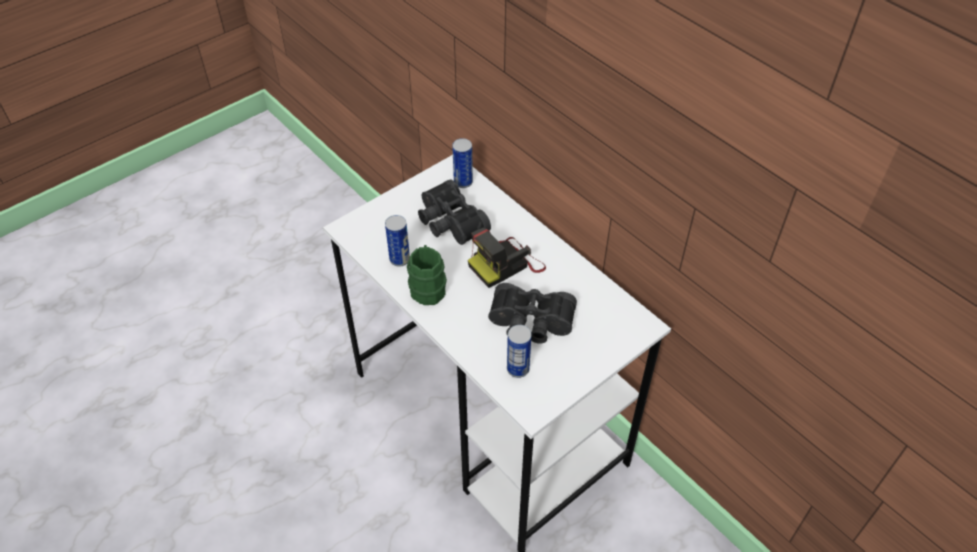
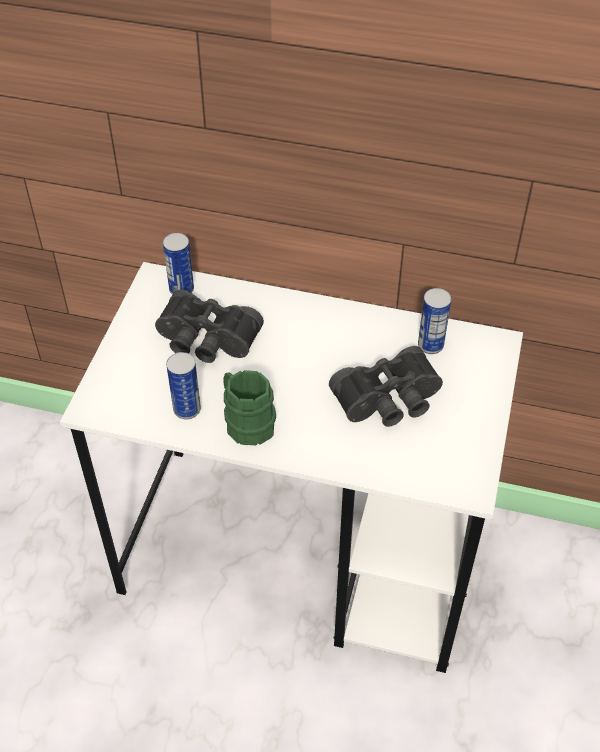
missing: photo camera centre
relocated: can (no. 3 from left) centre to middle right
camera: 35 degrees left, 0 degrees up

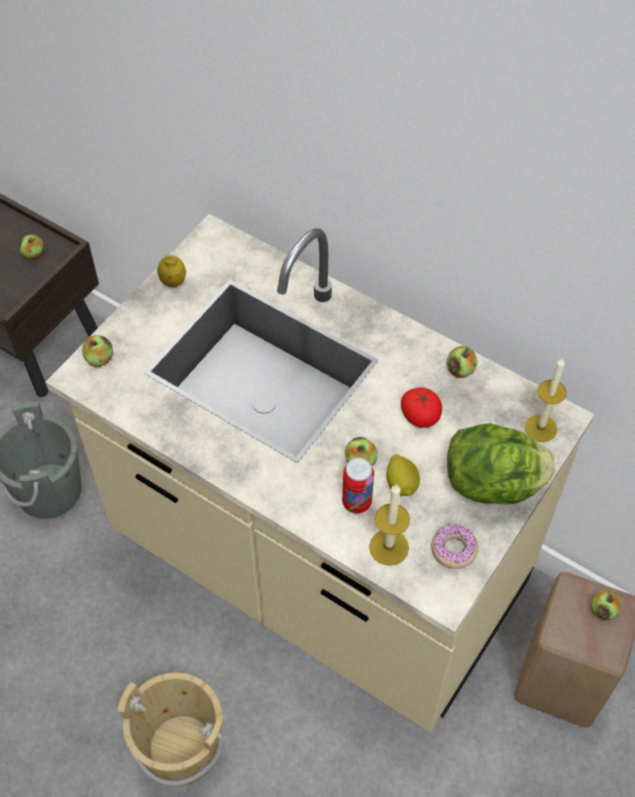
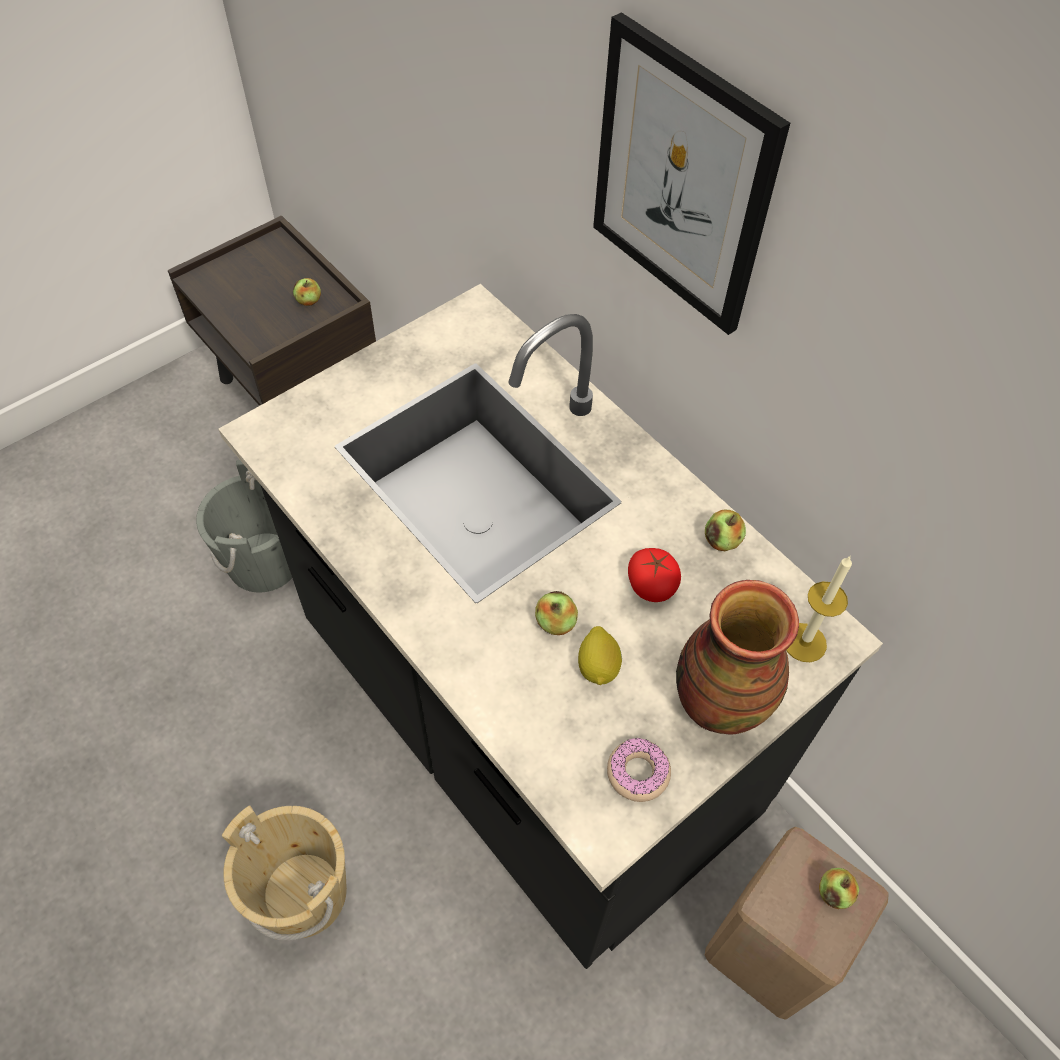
missing: apple (no. 2 from left) middle left; lemon (no. 1 from left) middle left; can centre; candle (no. 1 from left) centre
appeared: picture top centre
exchanged: lettuce middle right to vase middle right
colour: counter (beige) centre to counter (black) centre
camera: 15 degrees right, 0 degrees up

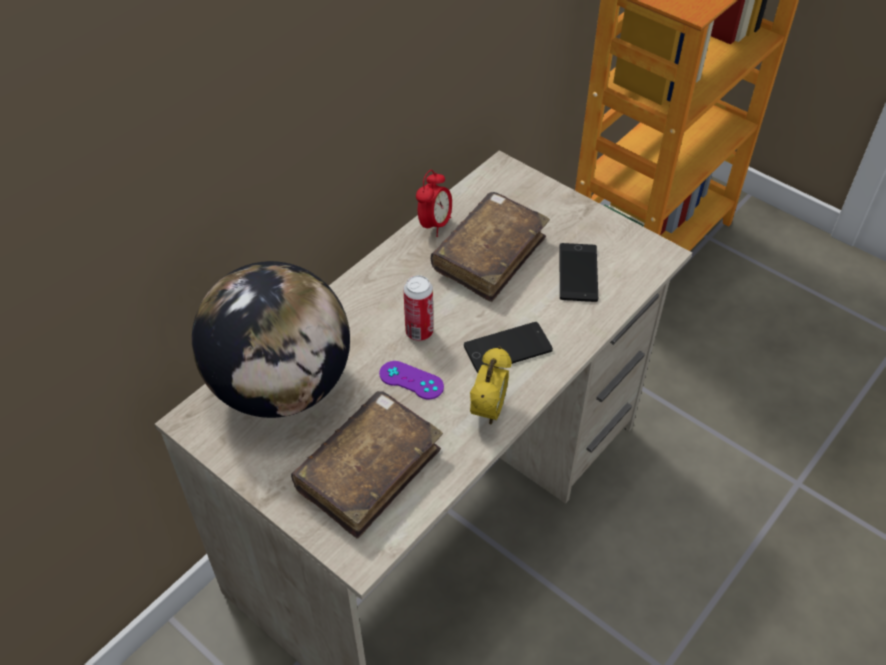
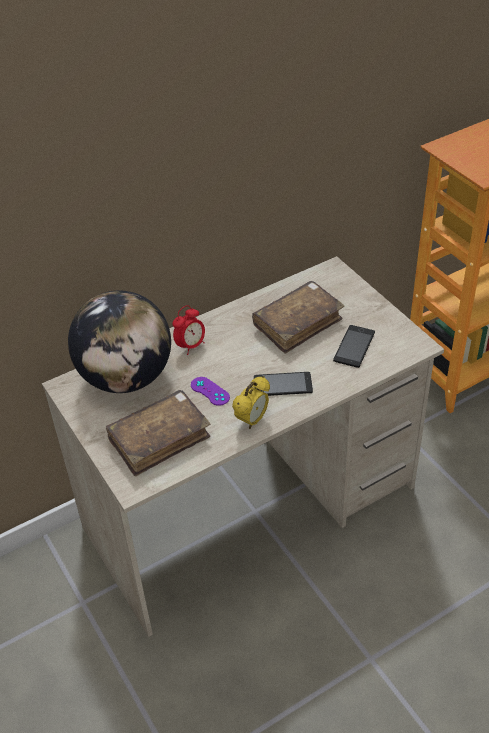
missing: can centre
relocated: alarm clock (no. 1 from left) top centre to centre
camera: 20 degrees right, 5 degrees down

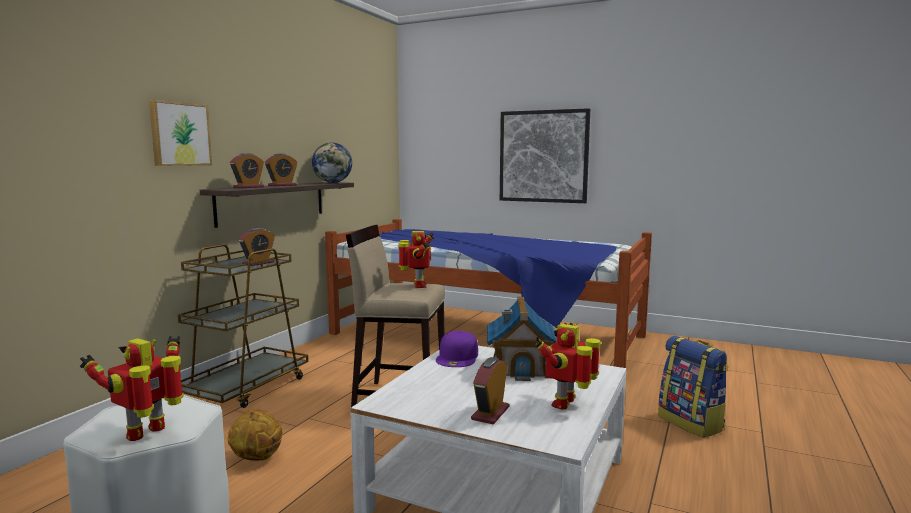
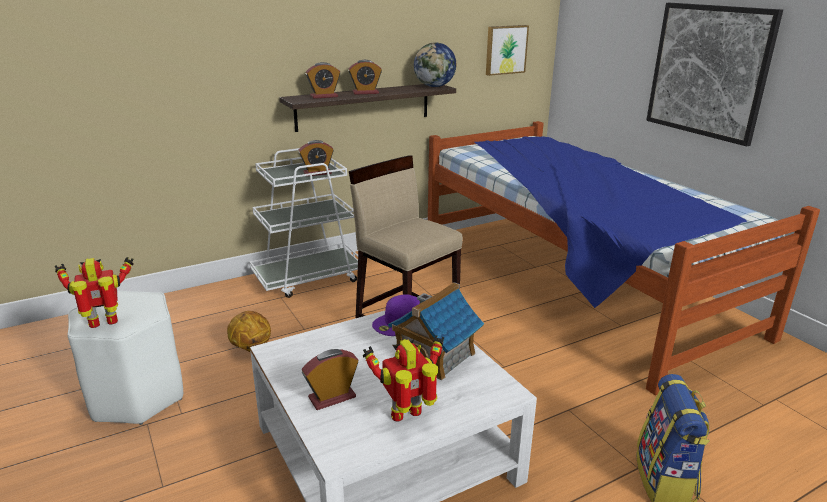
missing: toy robot (no. 2 from left) centre
relocated: picture (no. 1 from left) top left to top centre
colour: cart (brown) middle left to cart (white) centre
camera: 35 degrees right, 15 degrees up

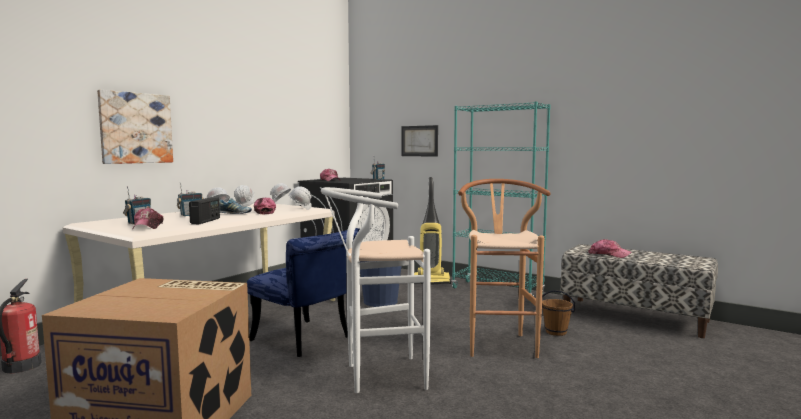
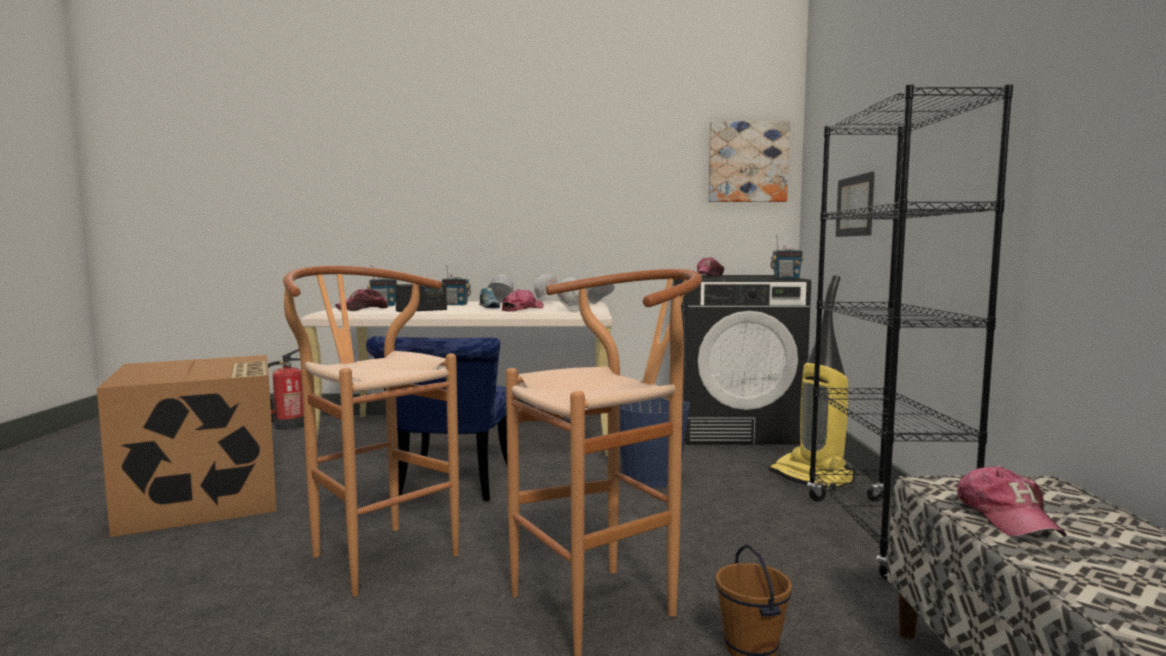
relocated: picture (no. 1 from left) top left to top centre
colour: stool (white) bottom centre to stool (brown) (no. 1 from left) middle left; bookcase (turquoise) centre to bookcase (black) middle right
camera: 55 degrees right, 0 degrees up

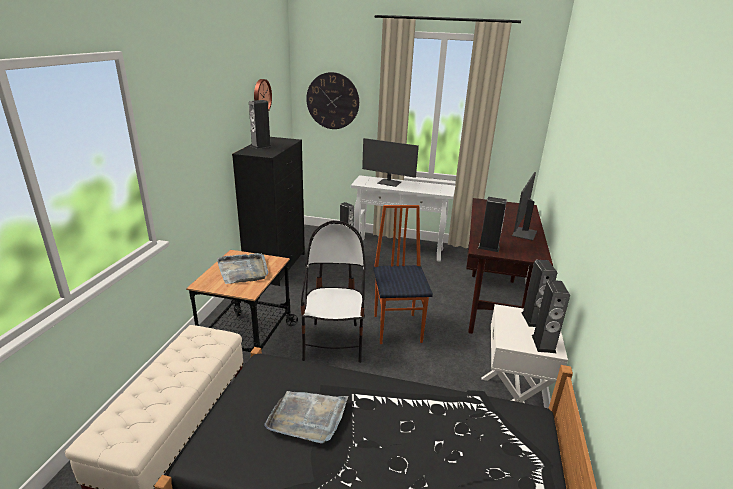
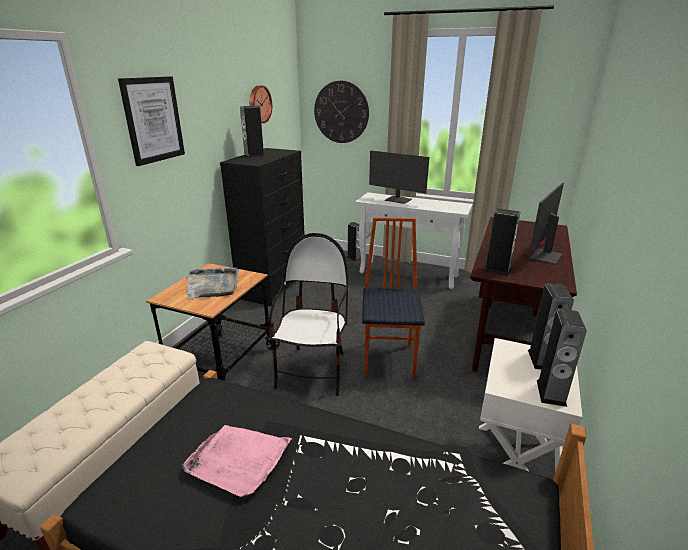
appeared: picture top left
colour: tray (grey) (no. 2 from left) bottom centre to tray (pink) bottom centre
camera: 10 degrees right, 0 degrees up

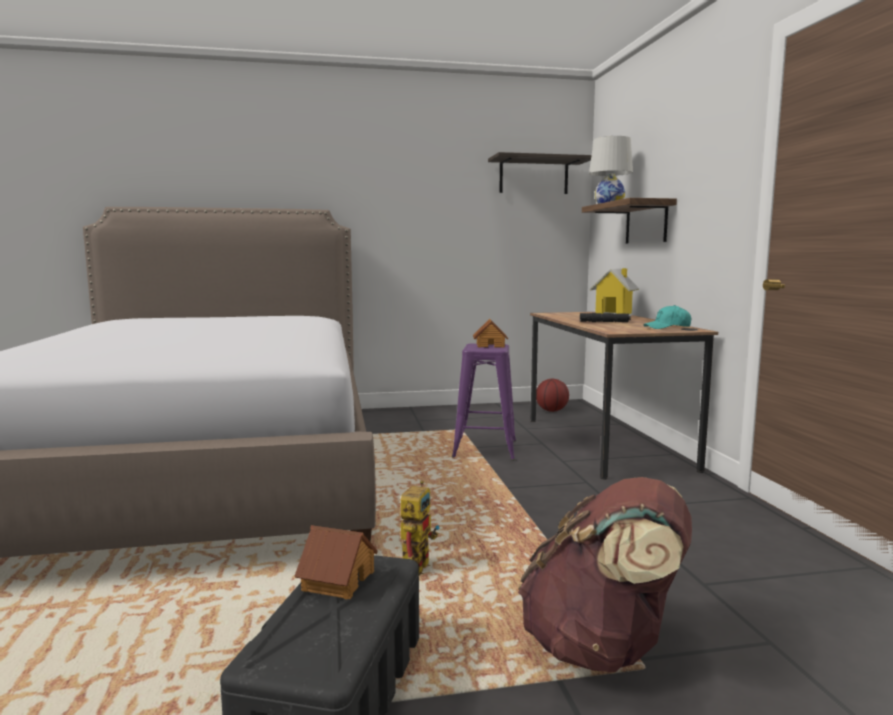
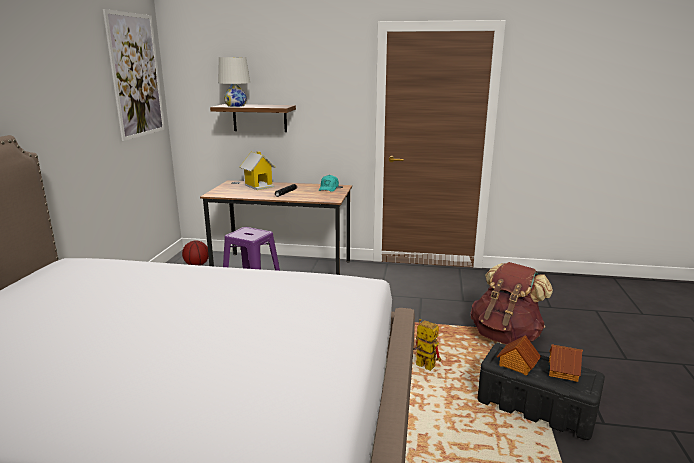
relocated: toy house (no. 2 from left in the first image) centre to toy house (no. 3 from left) bottom right
exchanged: shelf (no. 1 from left) top centre to picture top left
camera: 70 degrees left, 10 degrees up

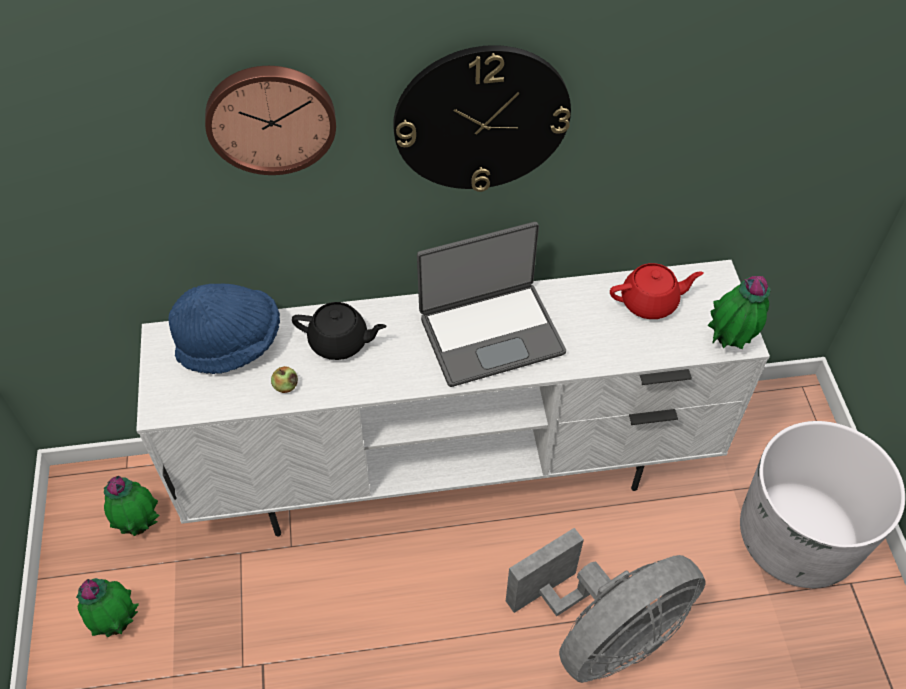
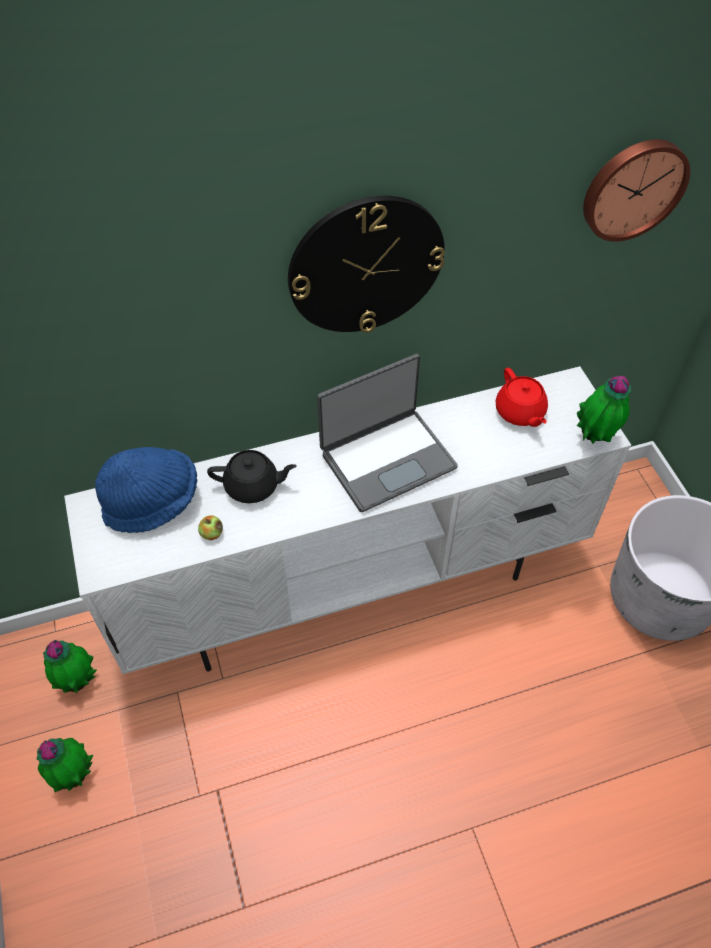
missing: fan (grey) bottom right
relocated: wall clock (no. 1 from left in the first image) top left to wall clock (no. 2 from left) top right
spun: teapot (red) middle right = middle right 90 degrees clockwise
camera: 10 degrees left, 0 degrees up

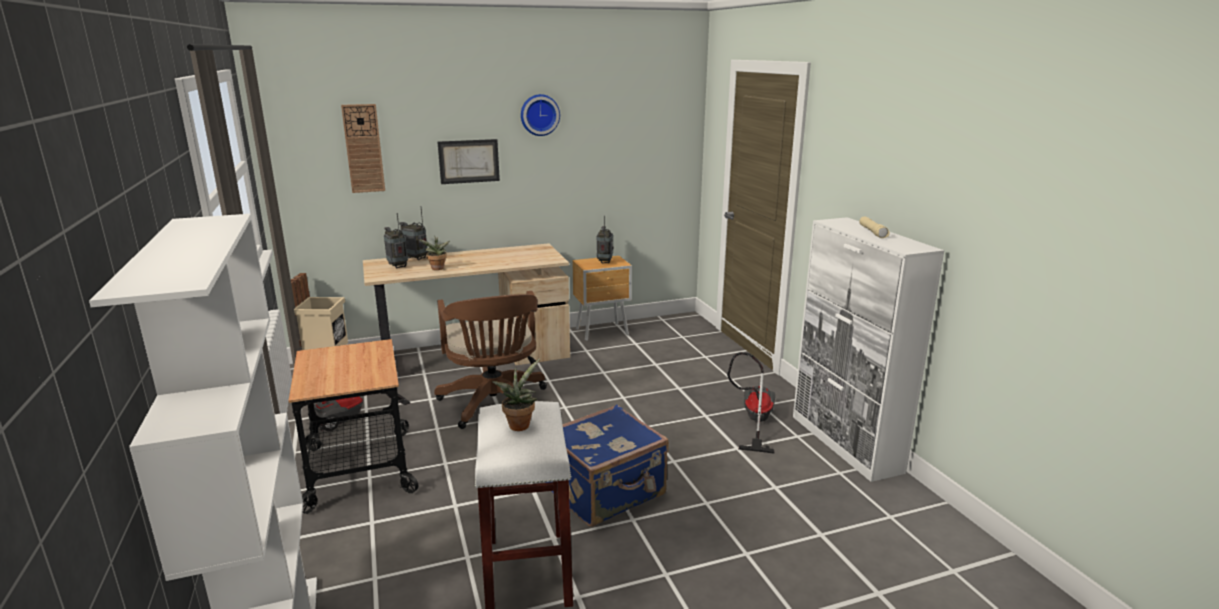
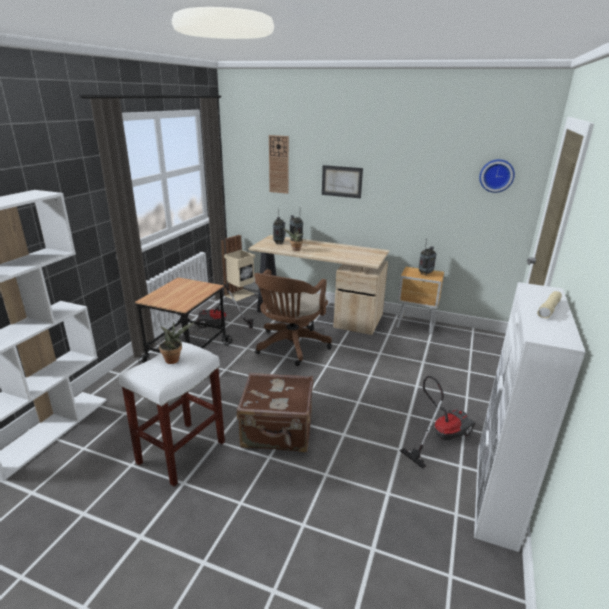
relocated: wall clock (no. 2 from left) top centre to top right
colour: suitcase (blue) bottom centre to suitcase (brown) bottom centre
camera: 40 degrees right, 5 degrees up

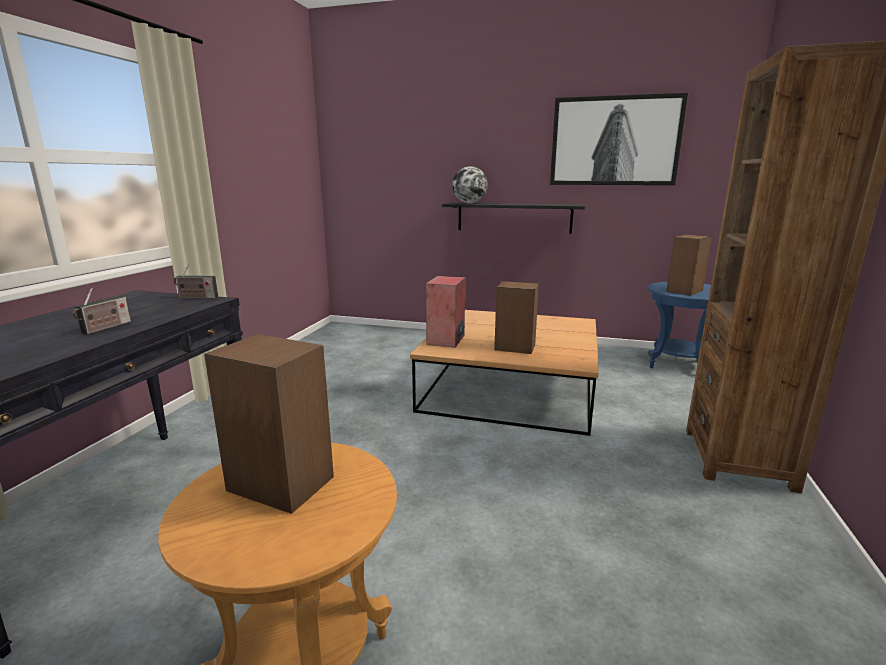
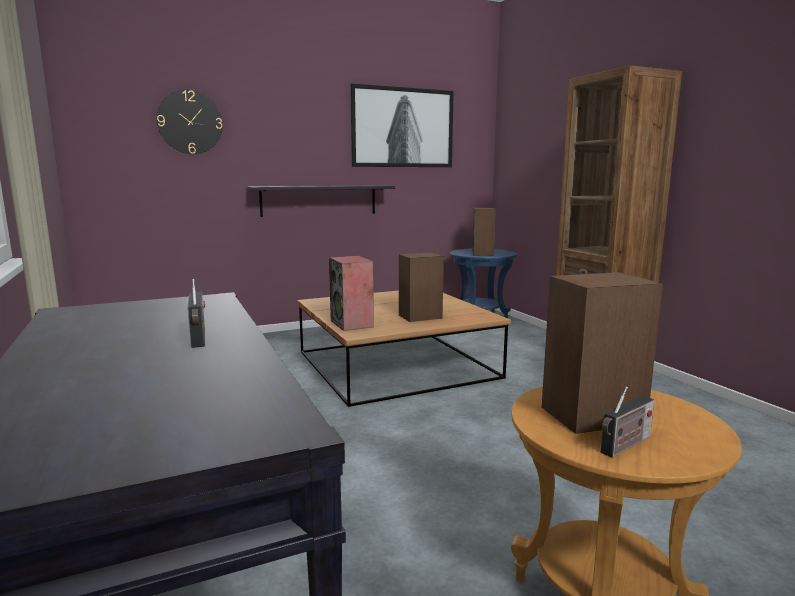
missing: globe top centre
appeared: wall clock top left
relocated: radio (no. 2 from left) middle left to bottom right
camera: 40 degrees left, 5 degrees down

